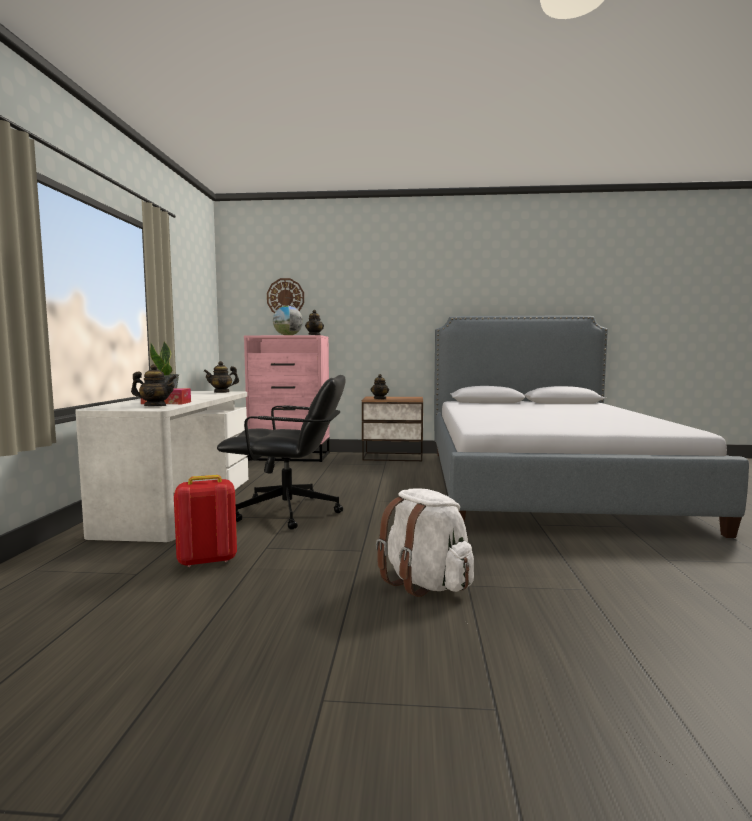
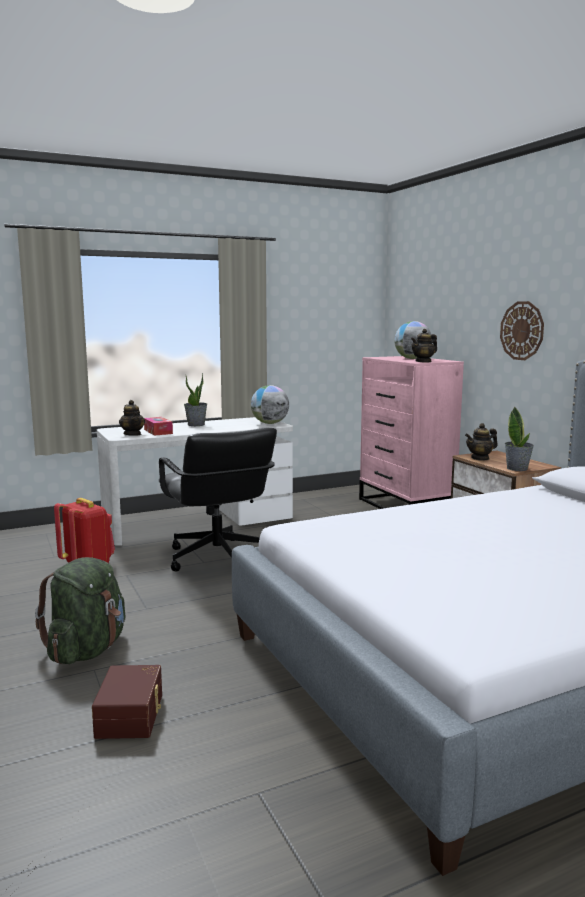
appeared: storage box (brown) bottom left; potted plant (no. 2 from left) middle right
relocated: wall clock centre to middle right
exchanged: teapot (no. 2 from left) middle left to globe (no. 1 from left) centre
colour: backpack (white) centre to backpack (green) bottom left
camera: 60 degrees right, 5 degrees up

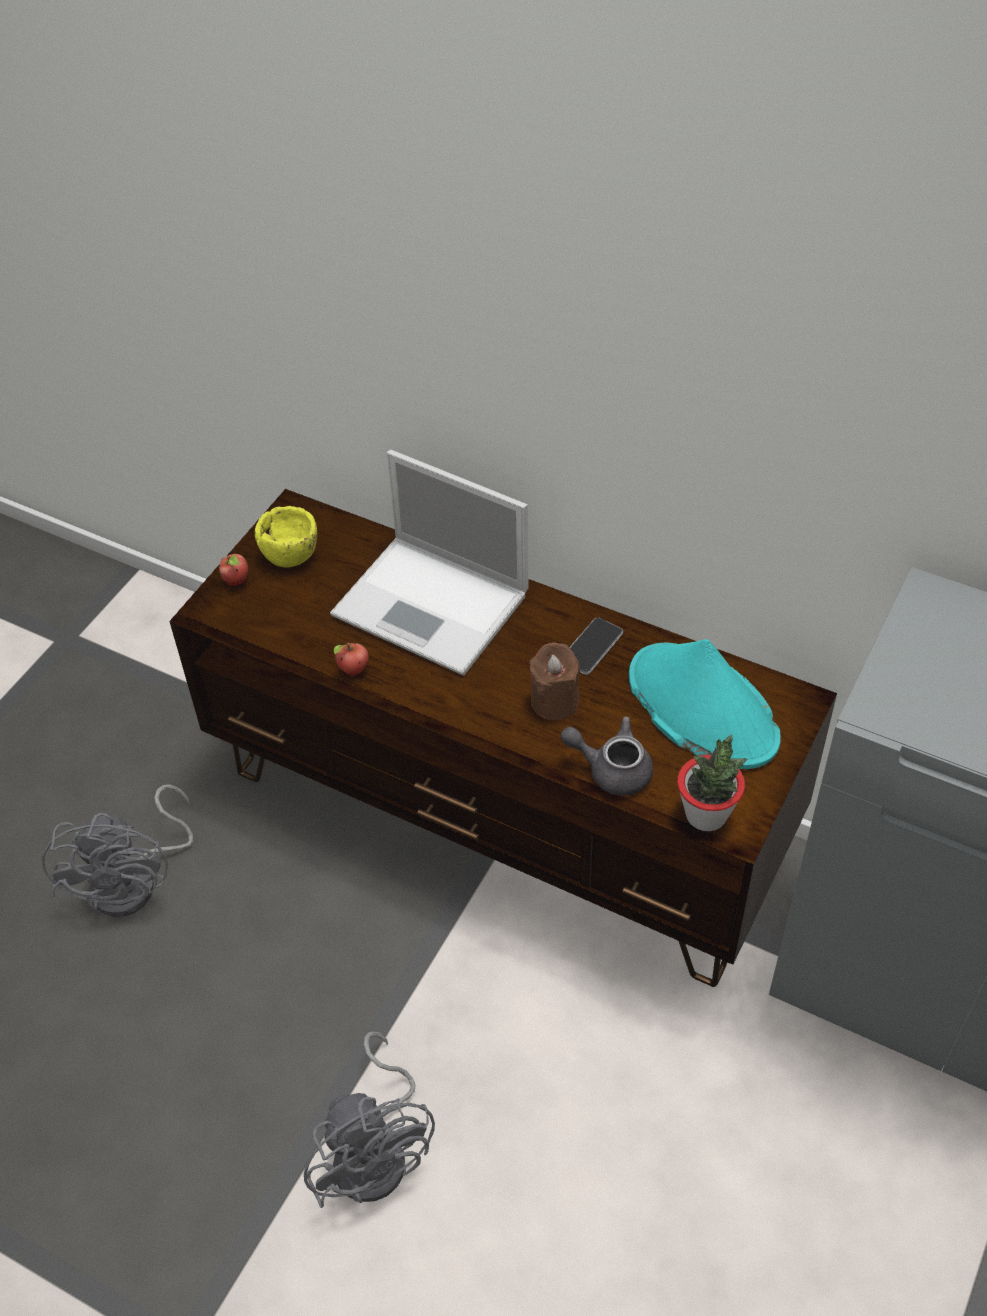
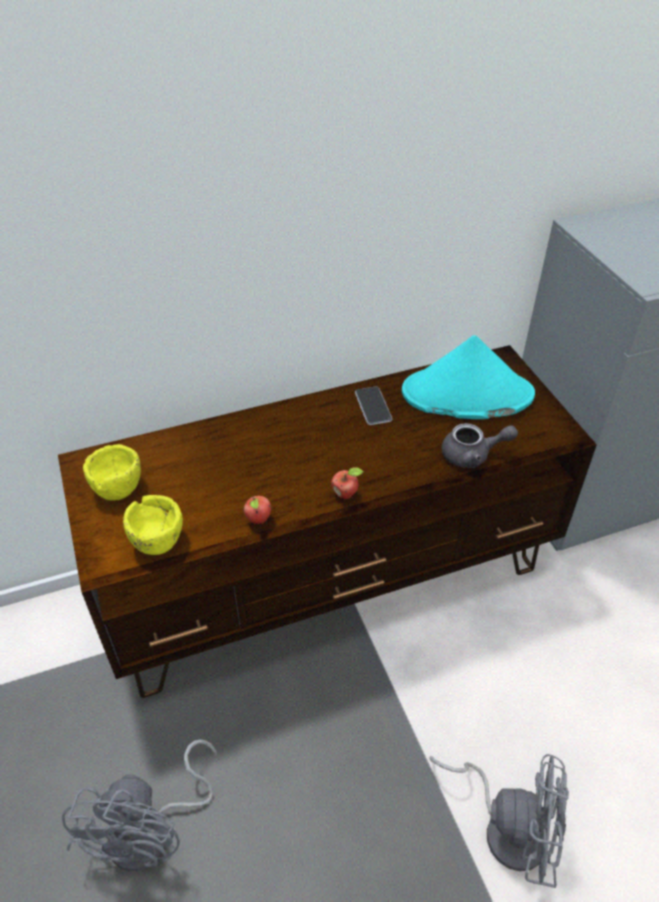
missing: laptop centre; candle (brown) centre; potted plant middle right
appeared: bowl (yellow) (no. 2 from left) middle left
relocated: apple (no. 1 from left in the first image) middle left to apple (no. 2 from left) centre
spun: fan (grey) (no. 1 from left) middle left = bottom left 60 degrees clockwise; teapot (grey) centre = middle right 150 degrees counterclockwise
camera: 50 degrees left, 5 degrees down

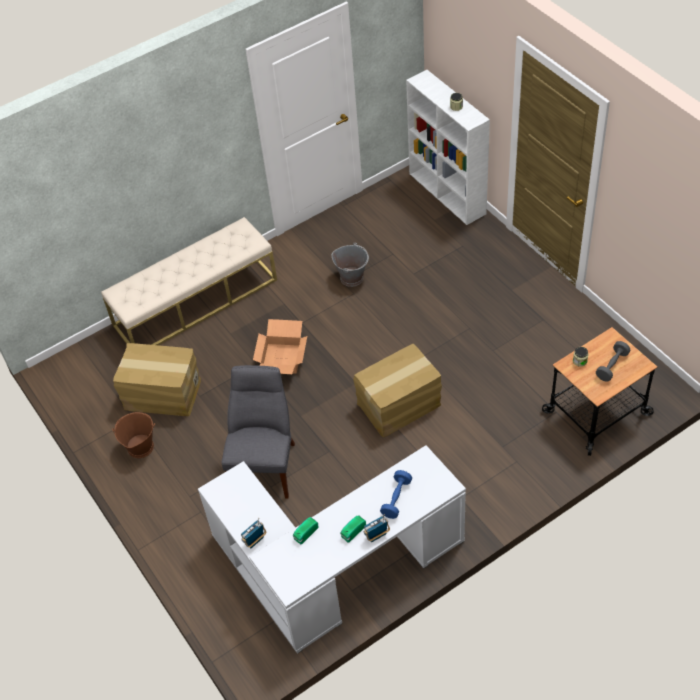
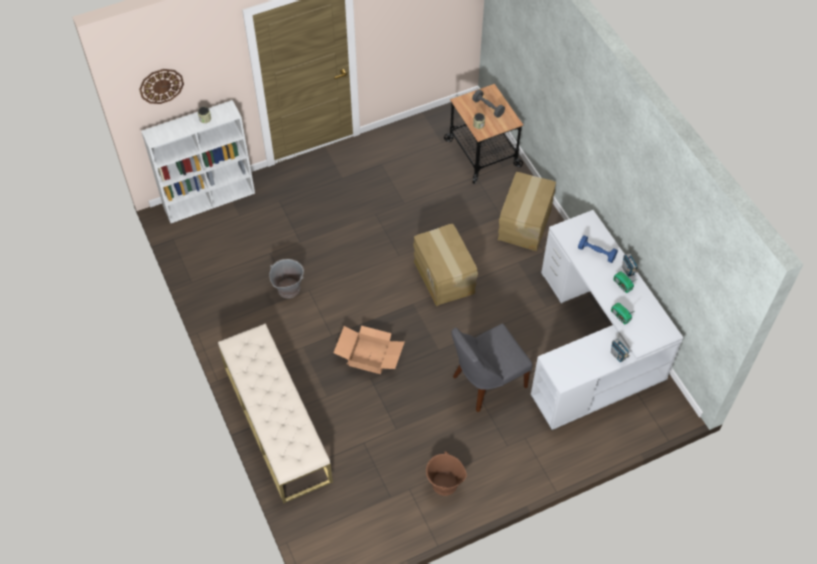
appeared: wall clock top left
relocated: cardboard box (no. 1 from left in the first image) middle left to cardboard box (no. 3 from left) centre
spun: chair (grey) centre = centre 45 degrees counterclockwise
camera: 85 degrees left, 5 degrees up

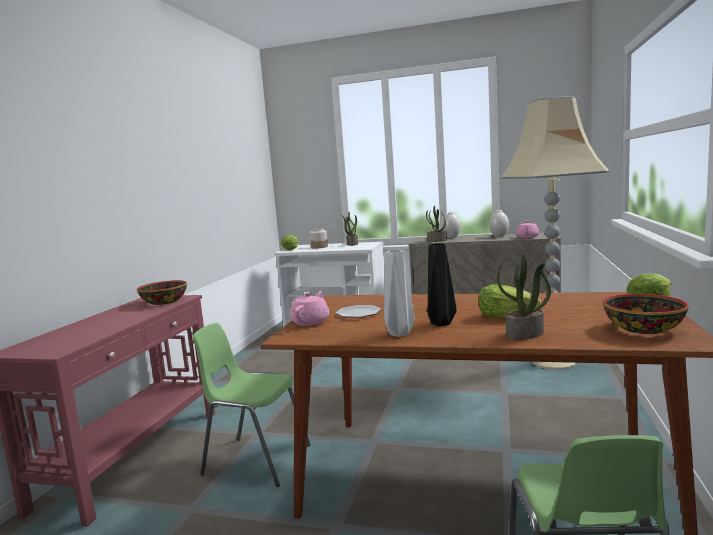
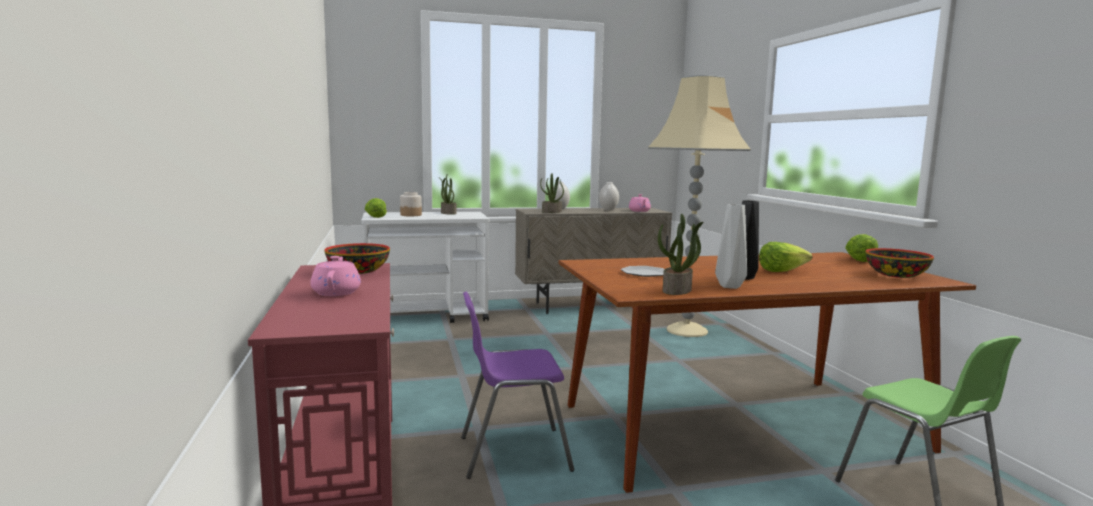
relocated: teapot (pink) (no. 1 from left) centre to middle left; potted plant (no. 3 from left) middle right to centre
colour: chair (green) (no. 1 from left) bottom centre to chair (purple) bottom centre
camera: 30 degrees left, 0 degrees up

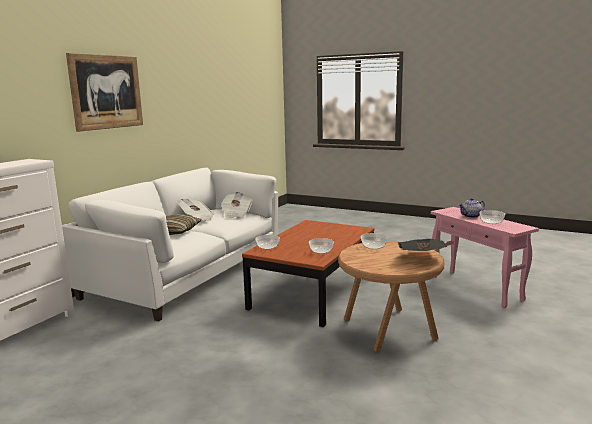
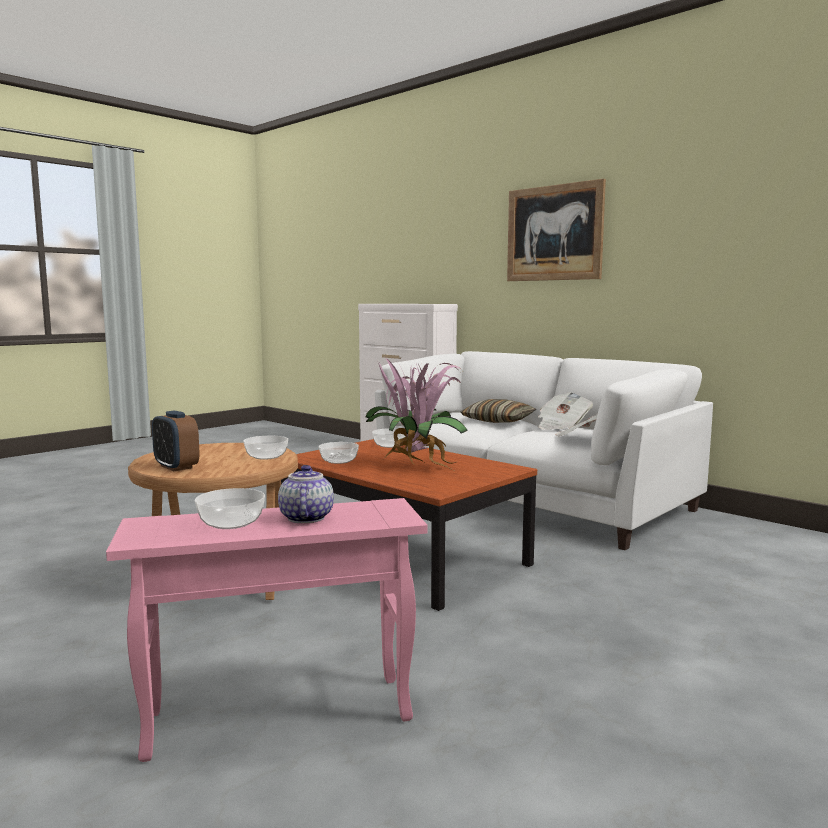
appeared: potted plant centre
exchanged: newspaper (no. 3 from left) middle right to alarm clock middle left
camera: 105 degrees right, 5 degrees down

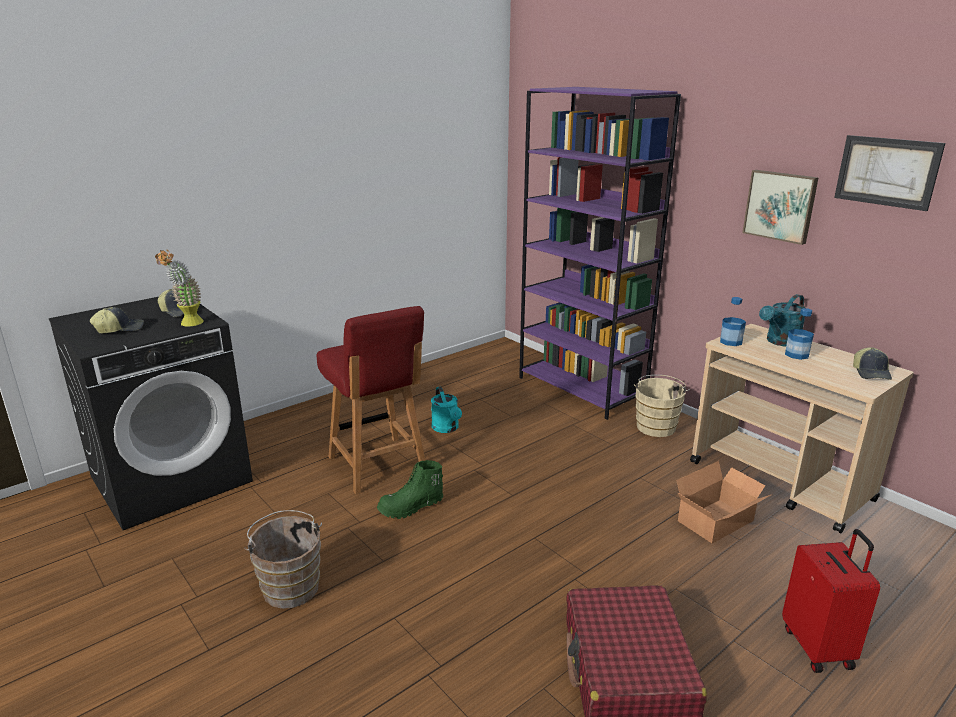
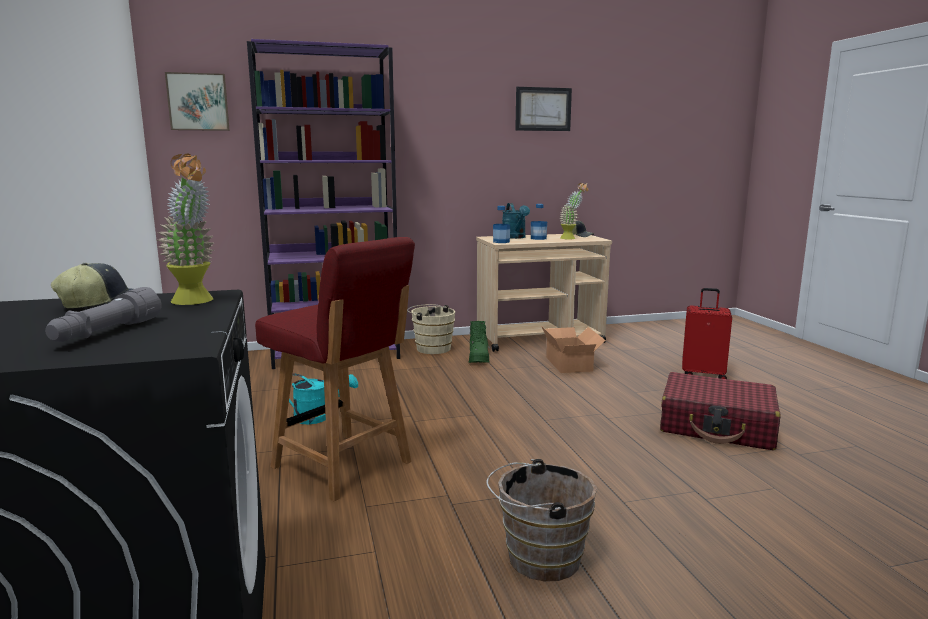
appeared: potted plant (no. 2 from left) centre
relocated: boot (green) bottom centre to centre; picture (no. 1 from left) top right to top left
exchanged: cap (no. 1 from left) middle left to flashlight (grey) middle left
spun: chair (red) centre = centre 45 degrees clockwise
camera: 65 degrees left, 10 degrees down

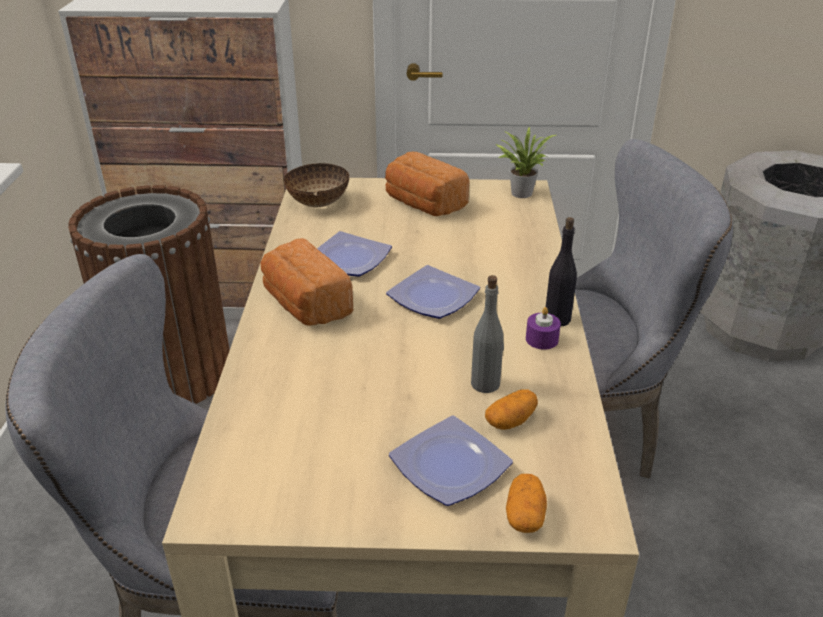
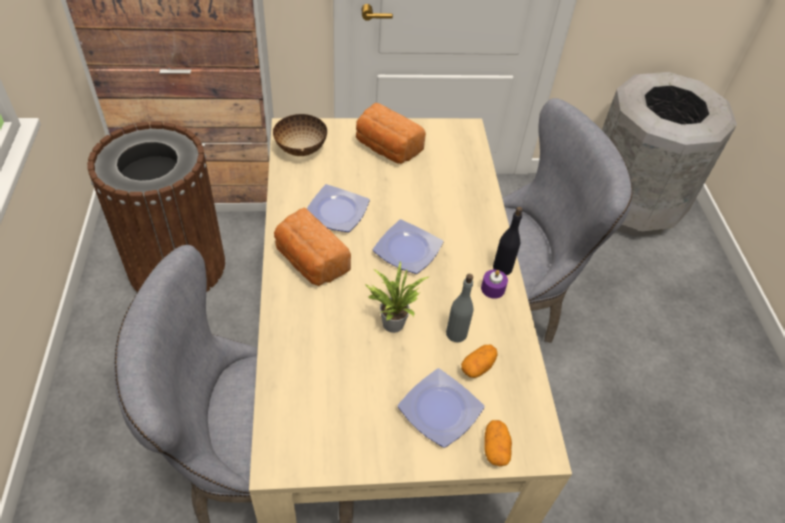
relocated: potted plant top centre to centre
camera: 10 degrees left, 15 degrees up

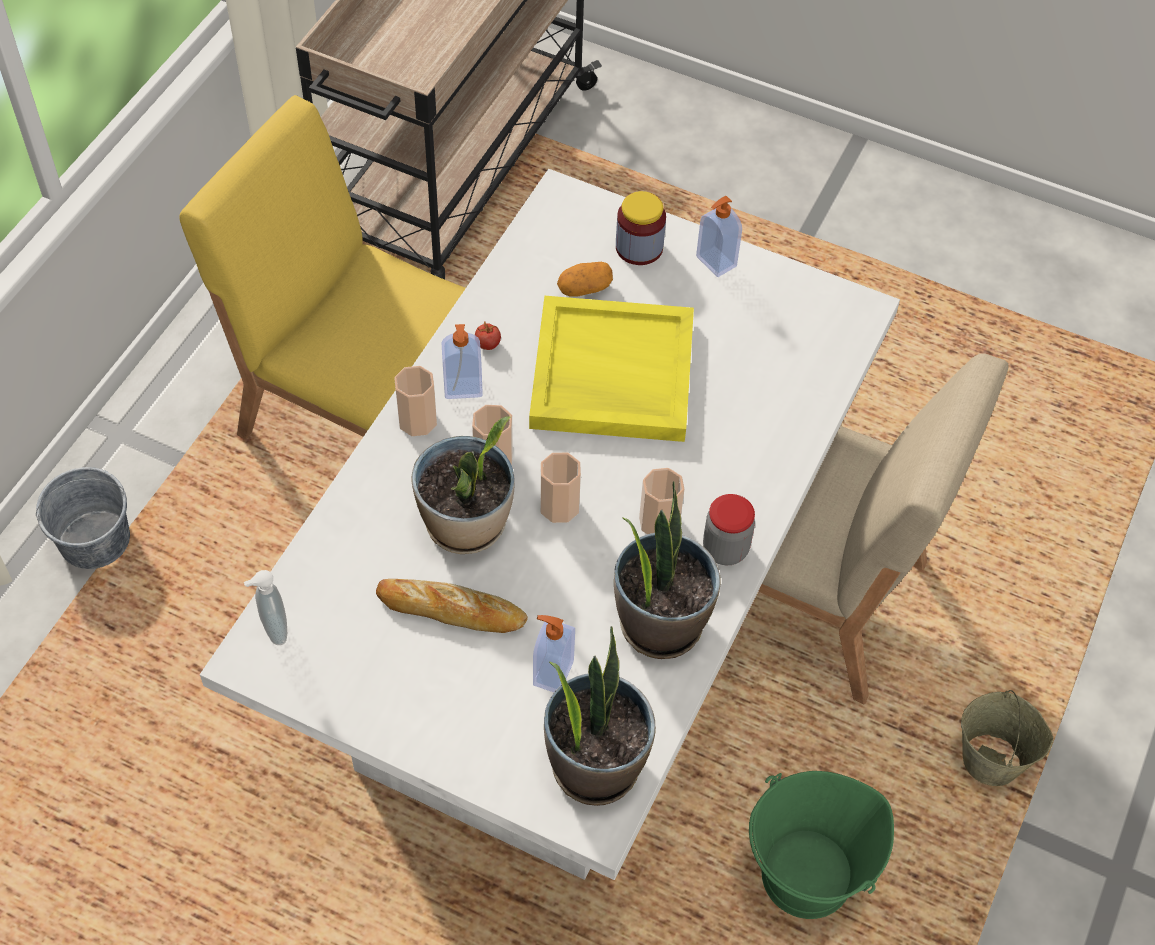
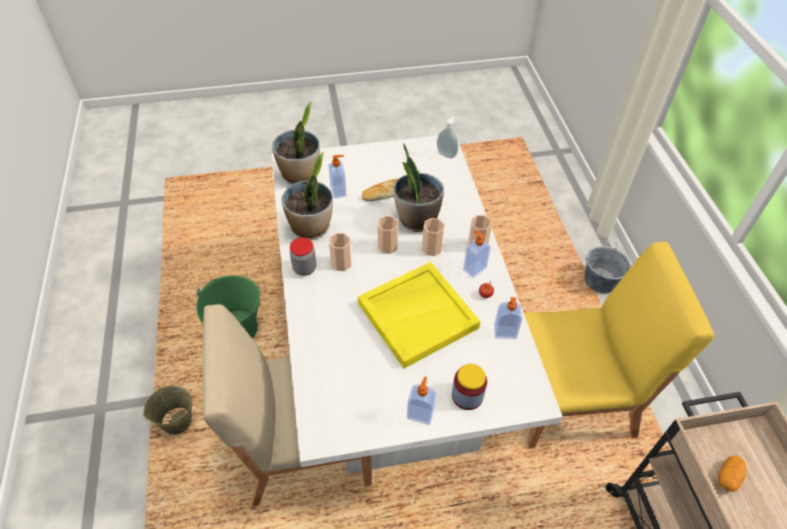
appeared: soap dispenser (no. 5 from left) centre
relocated: potato top centre to bottom right
camera: 145 degrees right, 5 degrees down

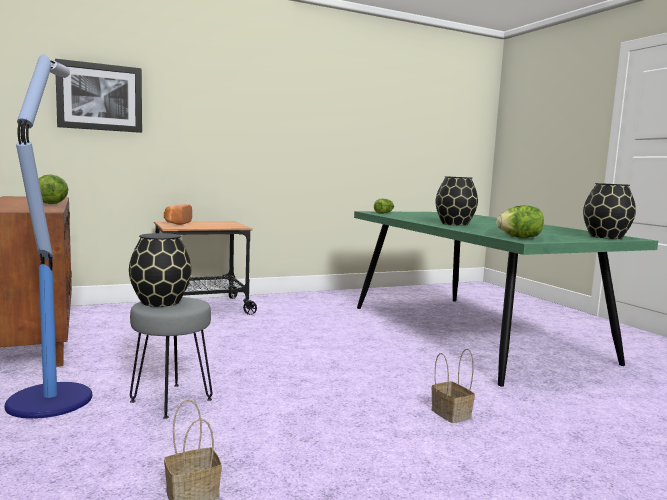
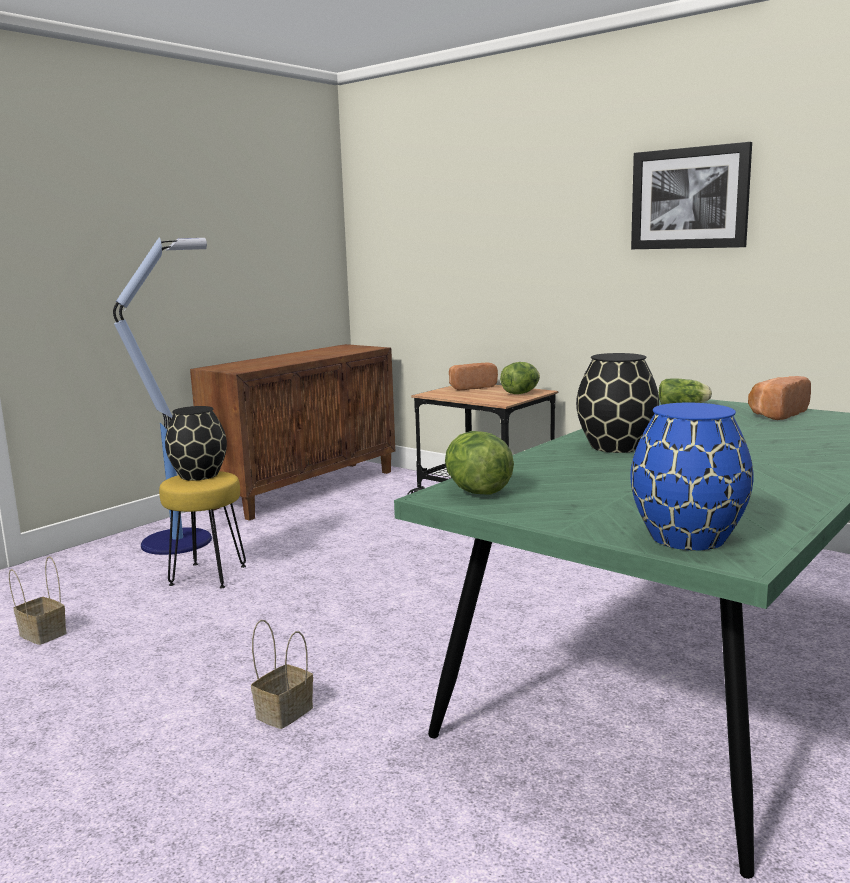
appeared: bread (no. 2 from left) middle right
relocated: lettuce (no. 1 from left in the first image) middle left to lettuce (no. 2 from left) centre; picture top left to top right
colour: stool (grey) bottom left to stool (yellow) middle left; vase (black) (no. 3 from left) middle right to vase (blue) middle right
camera: 65 degrees right, 5 degrees up

